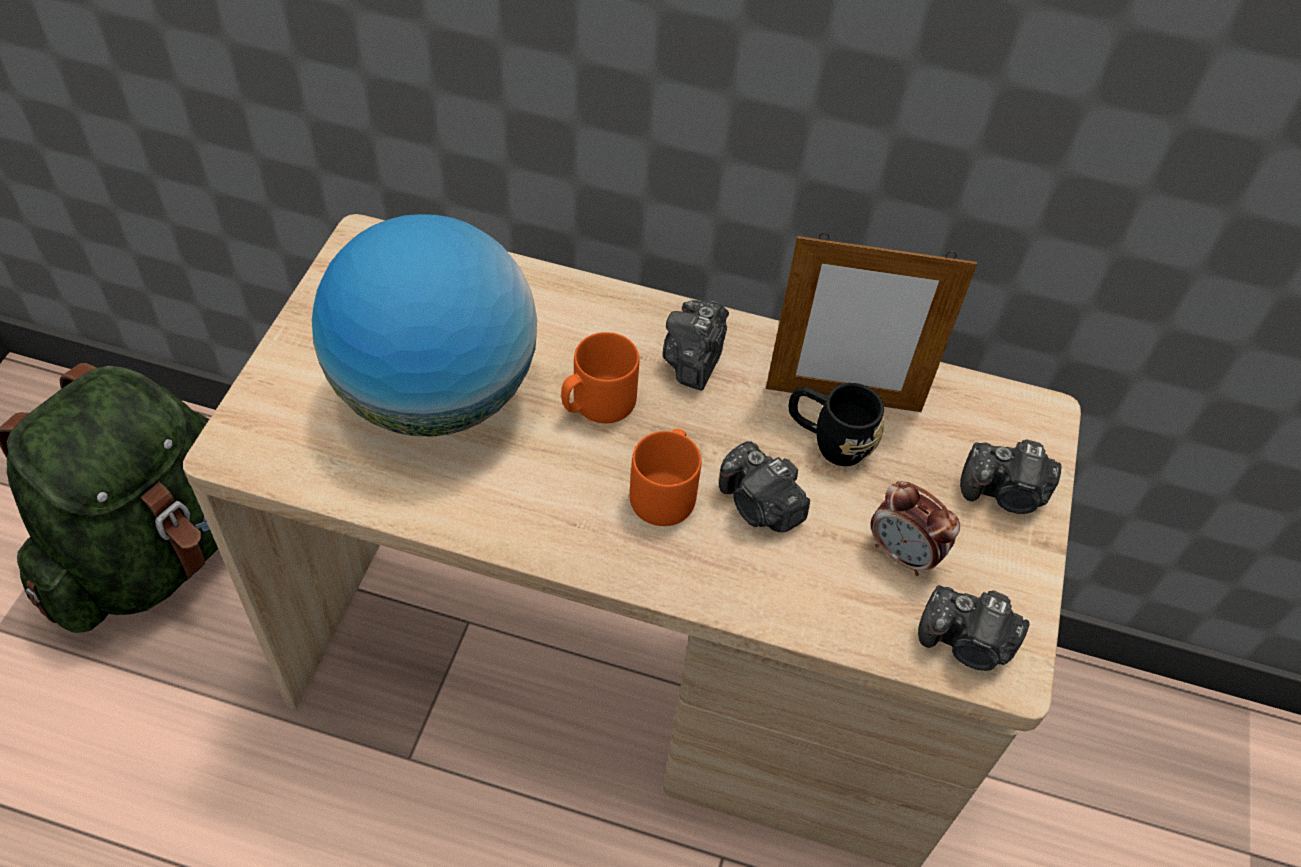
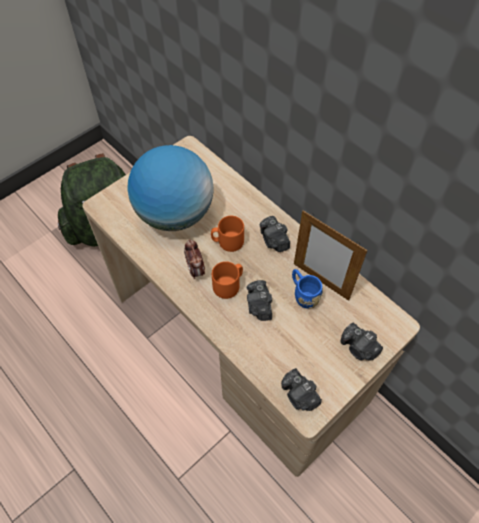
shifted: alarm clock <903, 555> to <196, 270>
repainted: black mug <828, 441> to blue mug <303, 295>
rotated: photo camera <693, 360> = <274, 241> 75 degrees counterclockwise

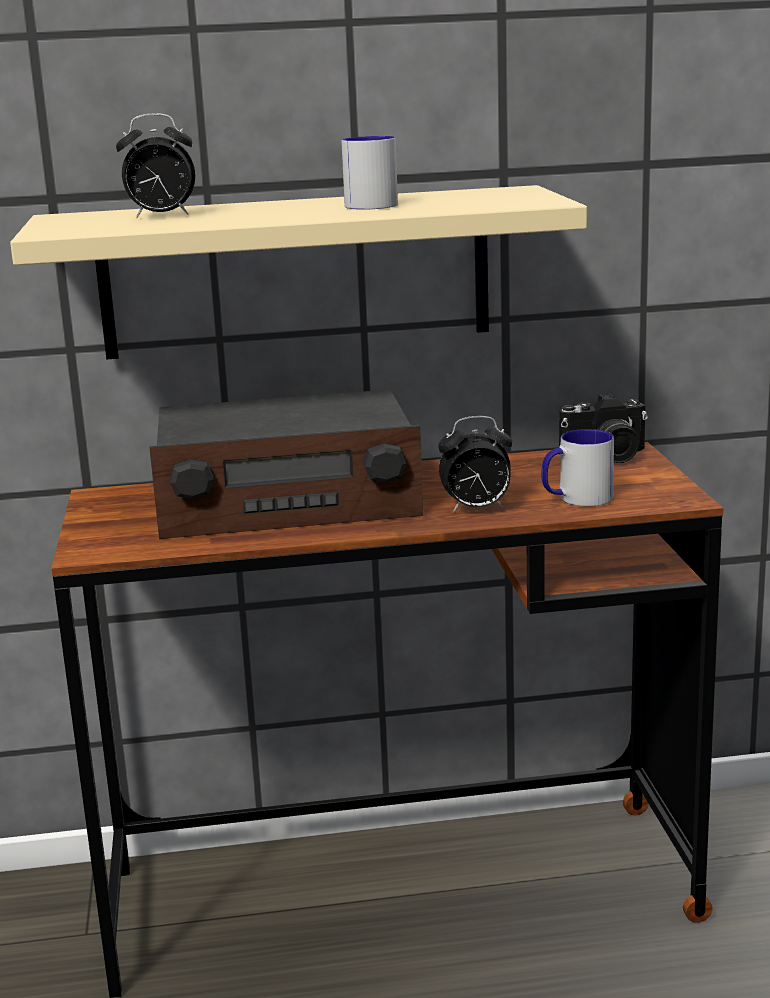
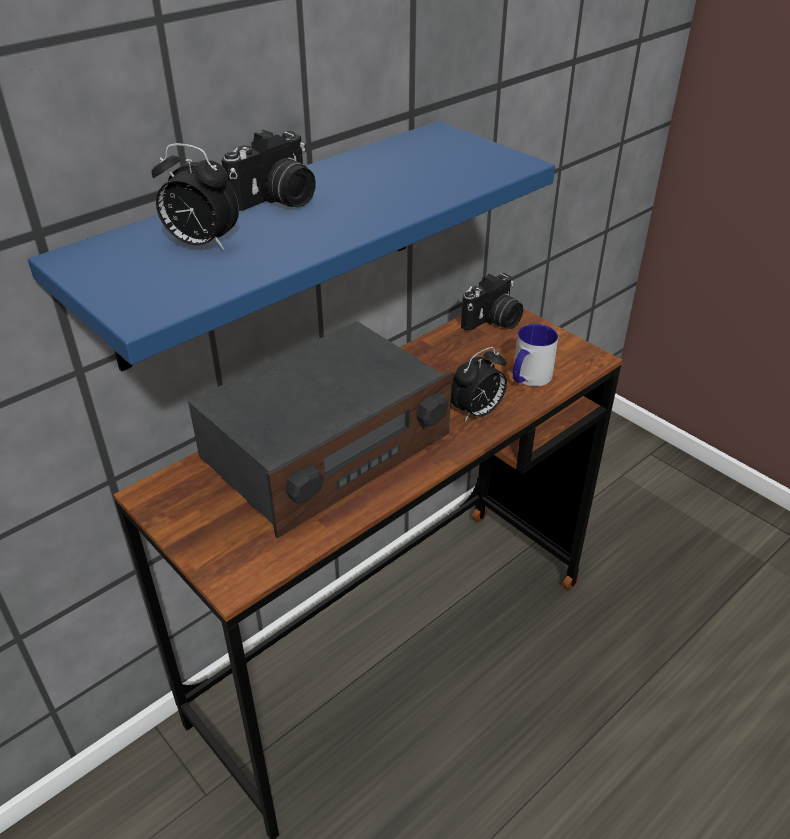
gone: mug <370, 204>
new: photo camera <277, 200>
repainted: beige shelf <295, 273> to blue shelf <270, 243>
rotated: alarm clock <161, 216> = <201, 244> 60 degrees clockwise

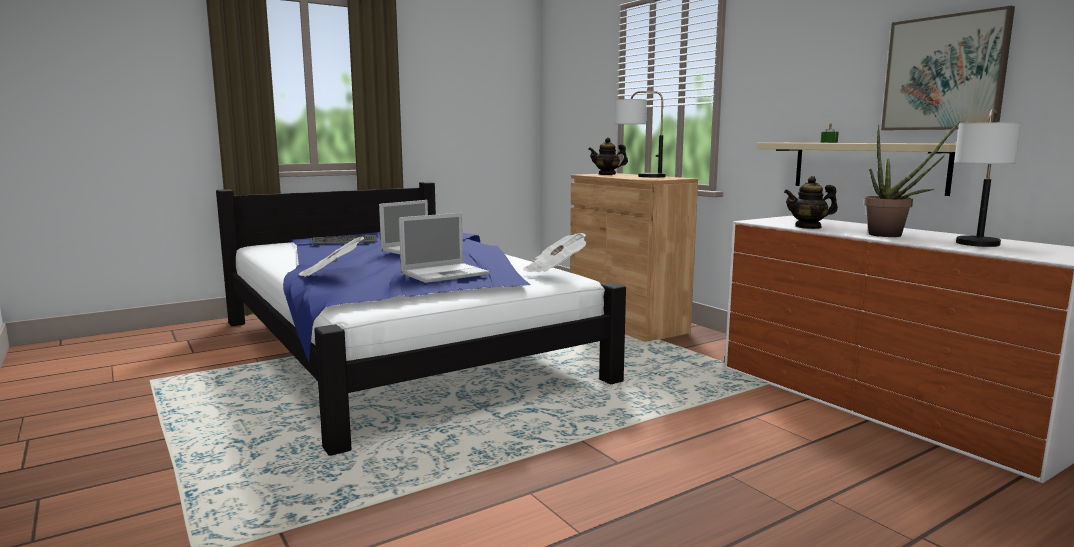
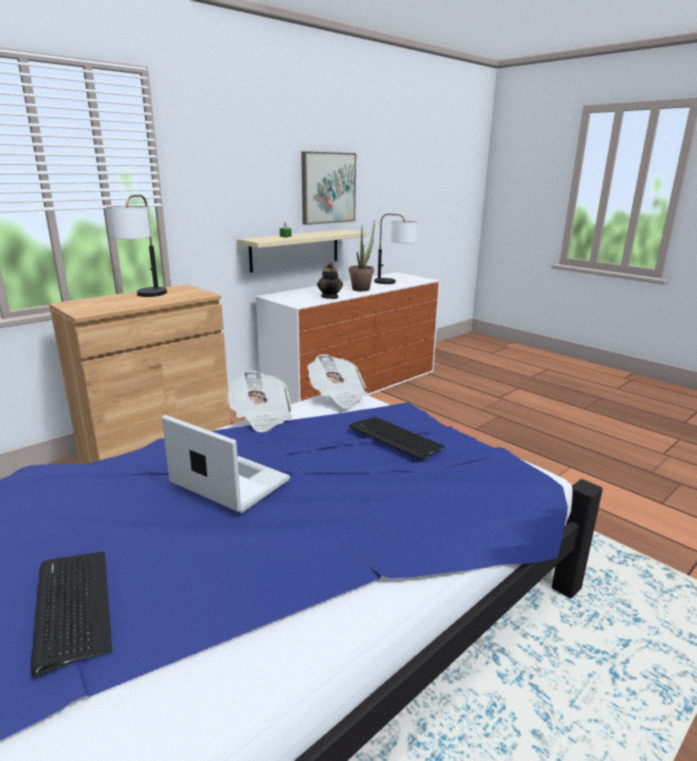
gone: teapot <607, 174>
shifted: newspaper <331, 274> to <260, 417>
swapped: laptop <446, 273> to keyboard <395, 438>

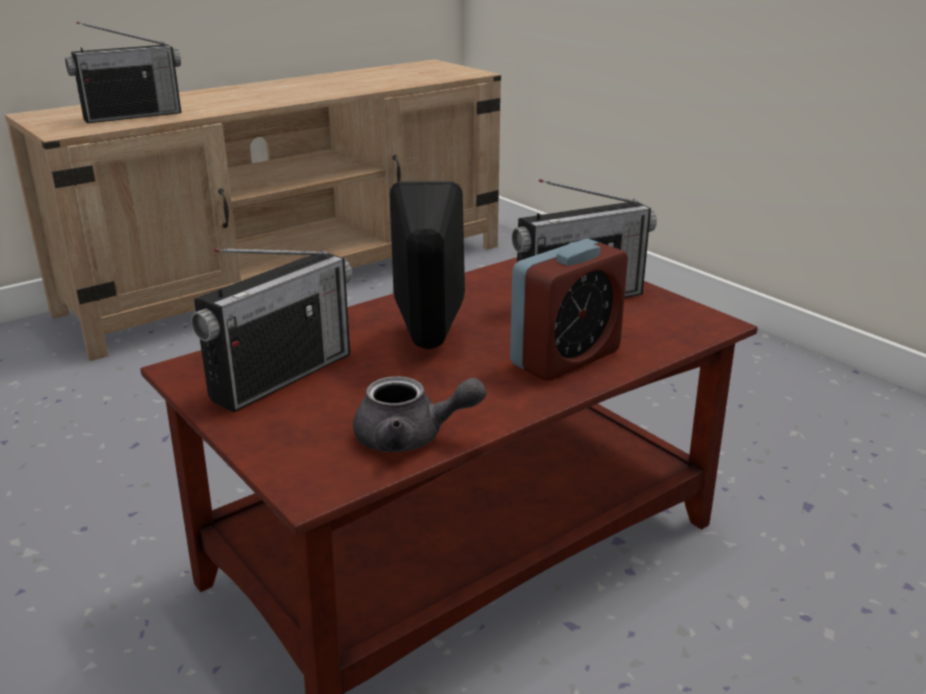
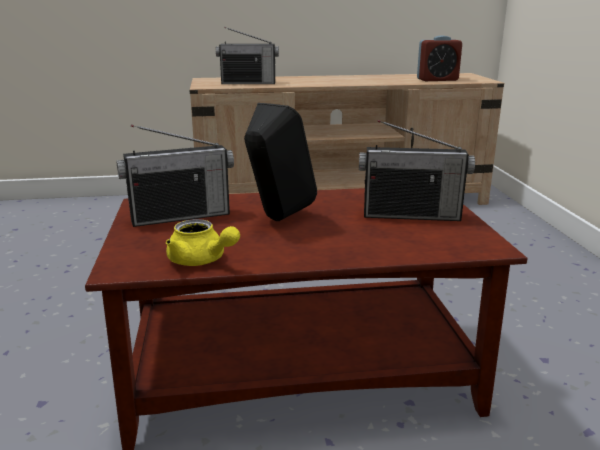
shifted: alarm clock <565, 358> to <437, 80>
repainted: grey teapot <411, 438> to yellow teapot <201, 261>

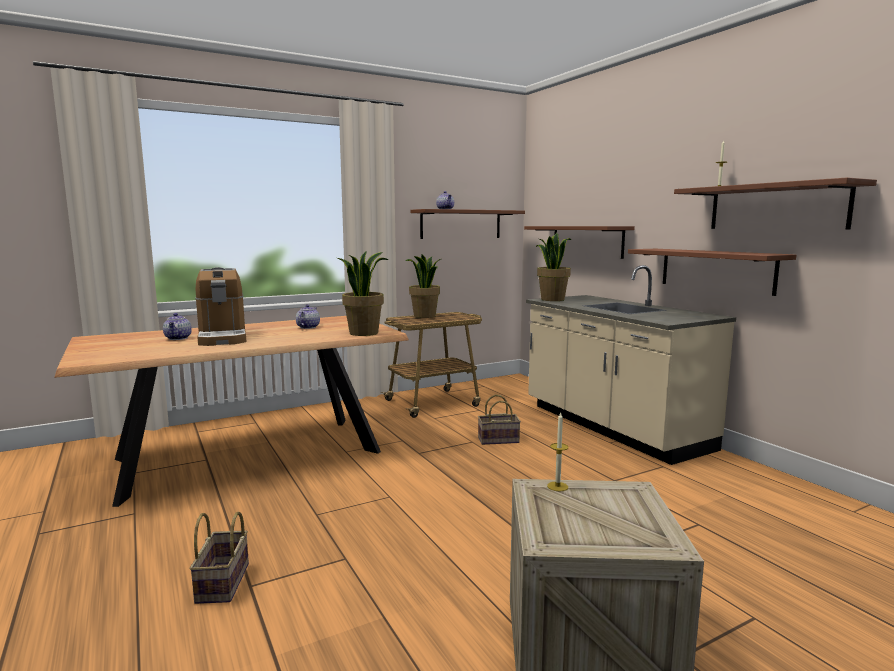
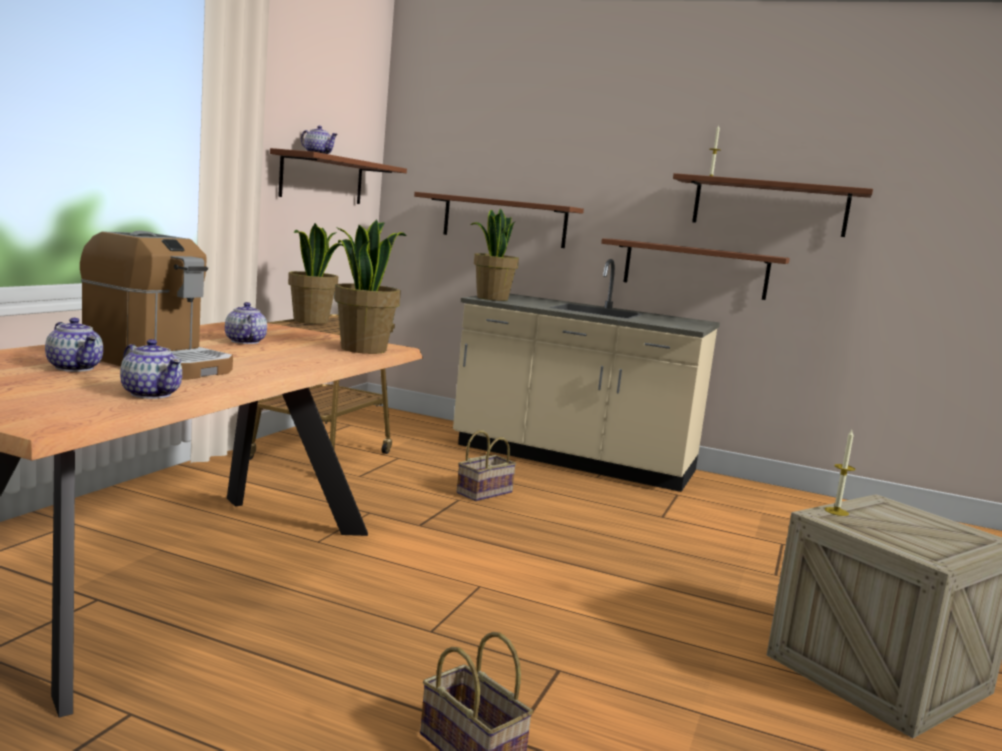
new: teapot <151, 394>

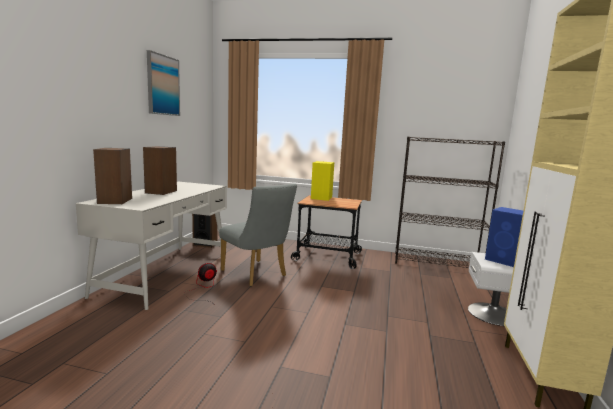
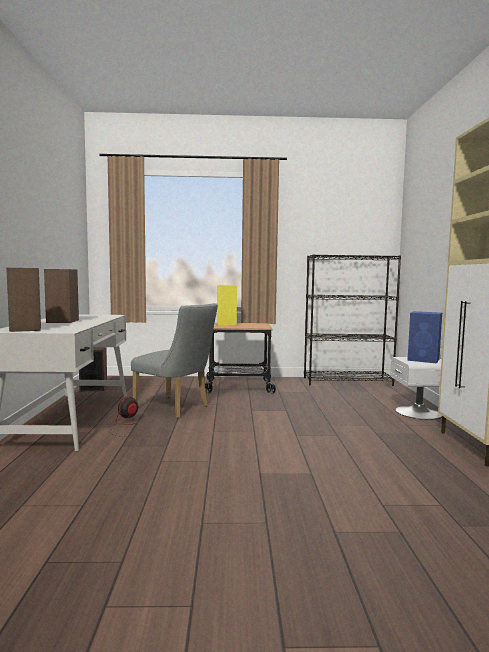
gone: picture <163, 85>

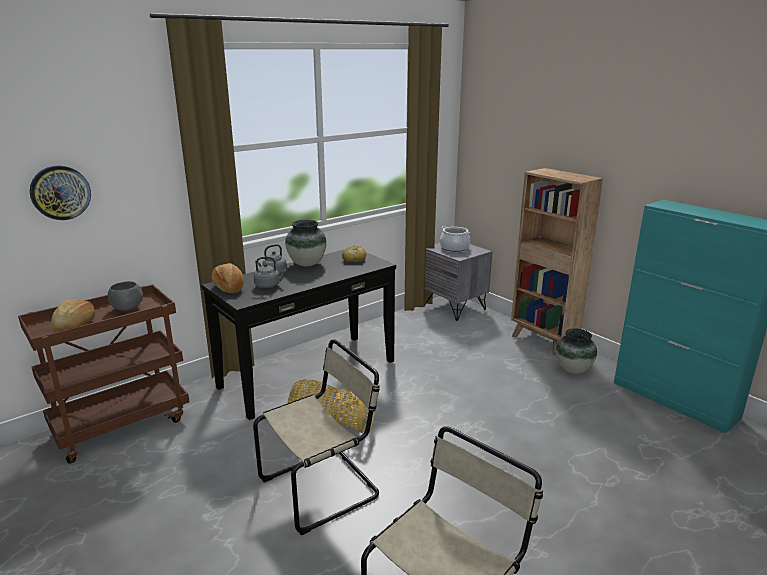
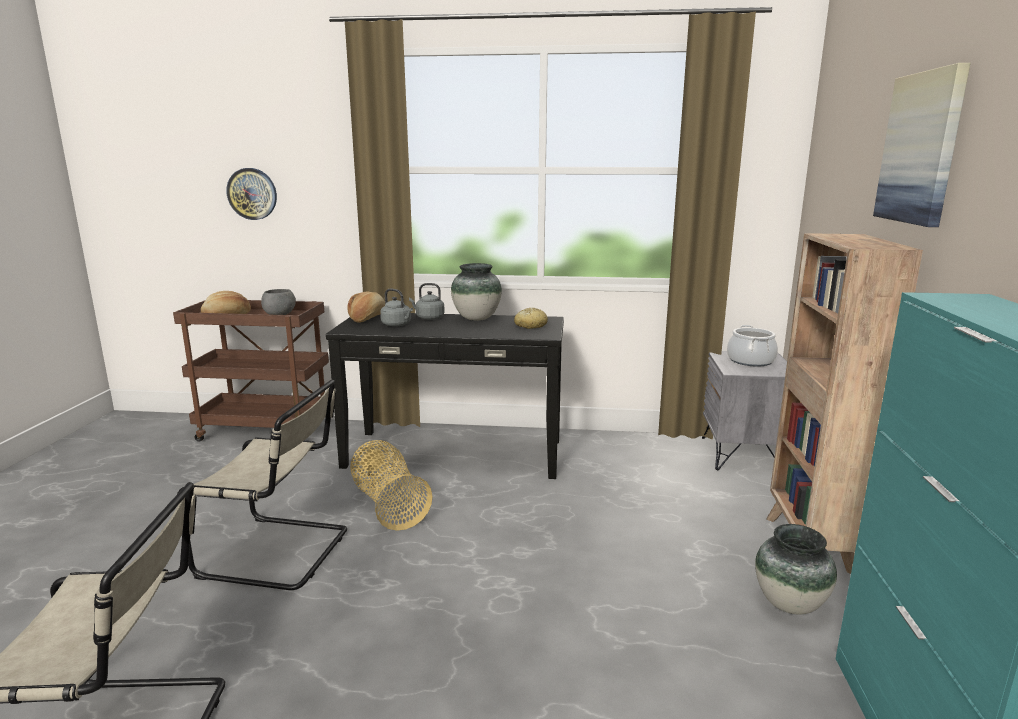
new: picture <921, 148>

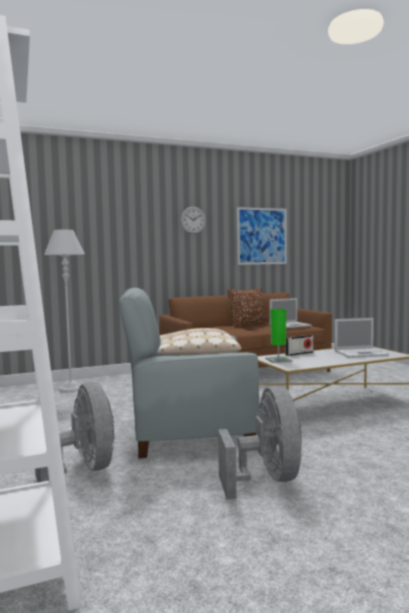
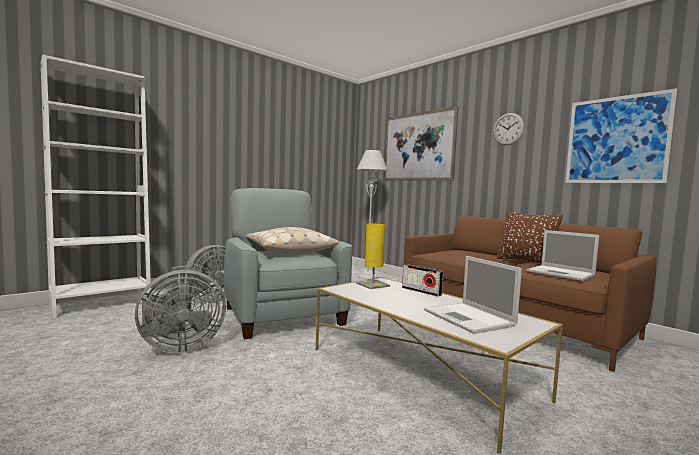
new: picture <417, 146>
repainted: green table lamp <278, 360> to yellow table lamp <373, 285>

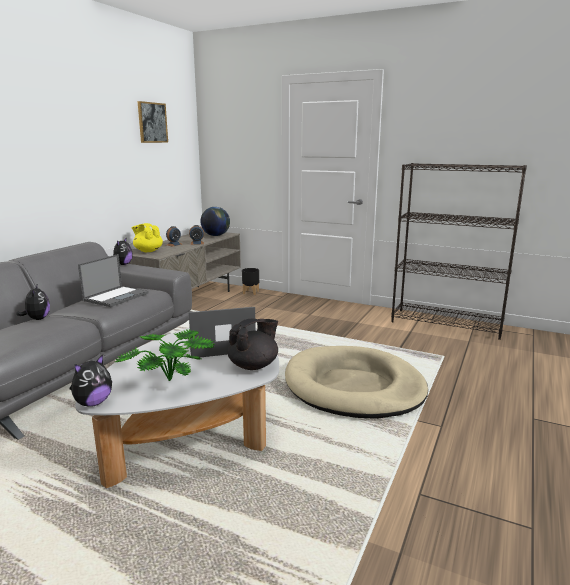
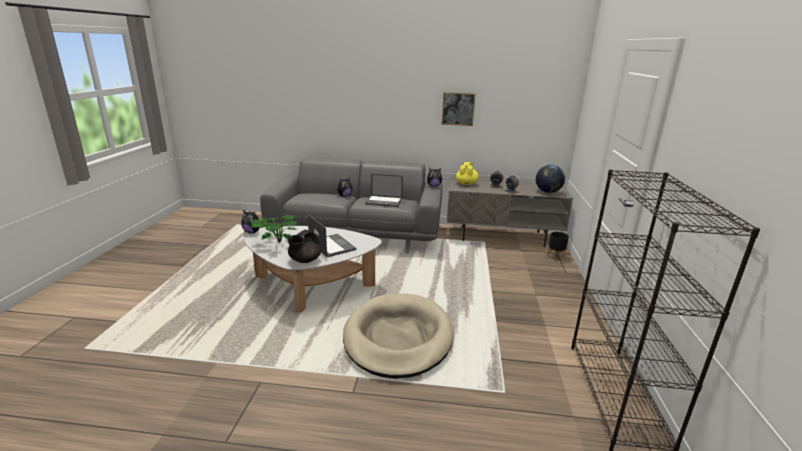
shifted: picture <152, 122> to <458, 109>
rotated: black teapot <254, 366> = <304, 260> 90 degrees clockwise

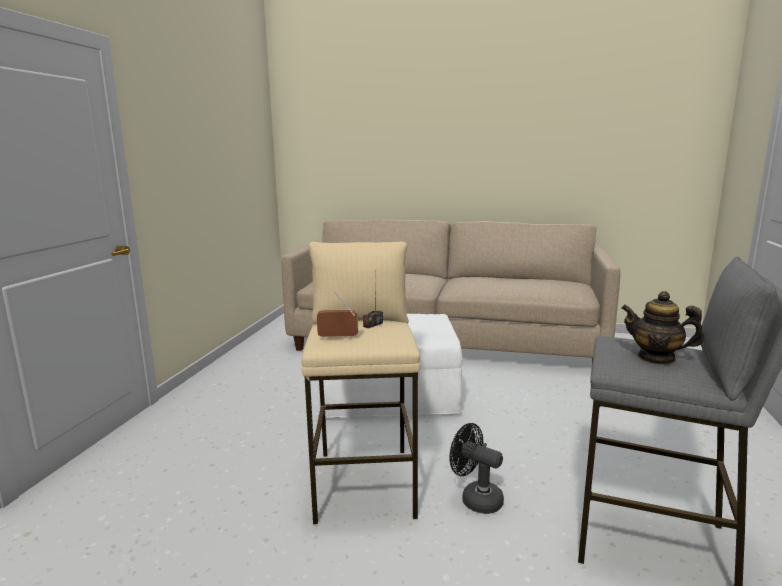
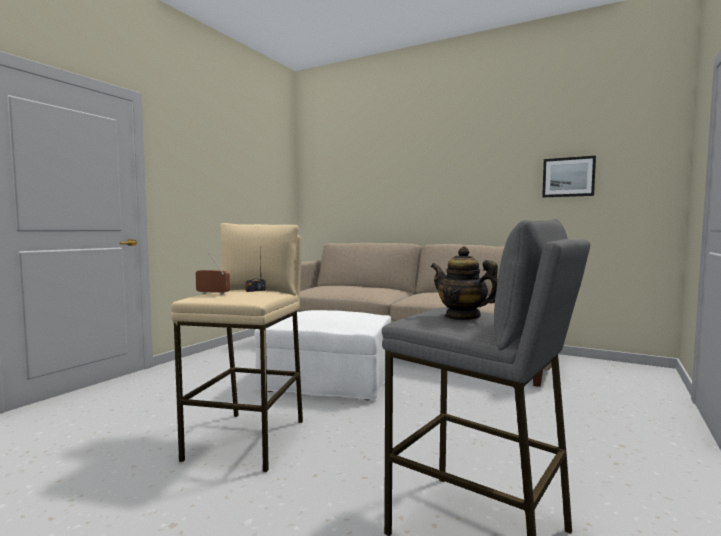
gone: black fan <475, 498>
new: picture <568, 177>

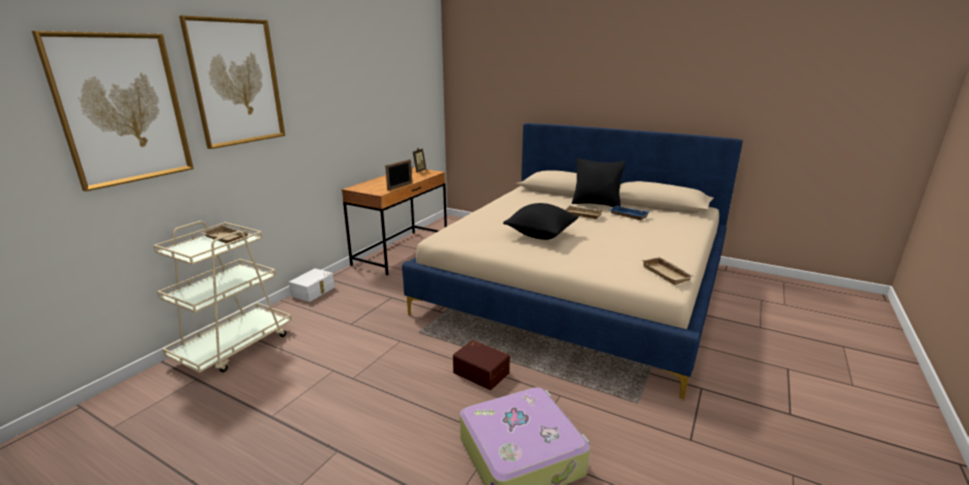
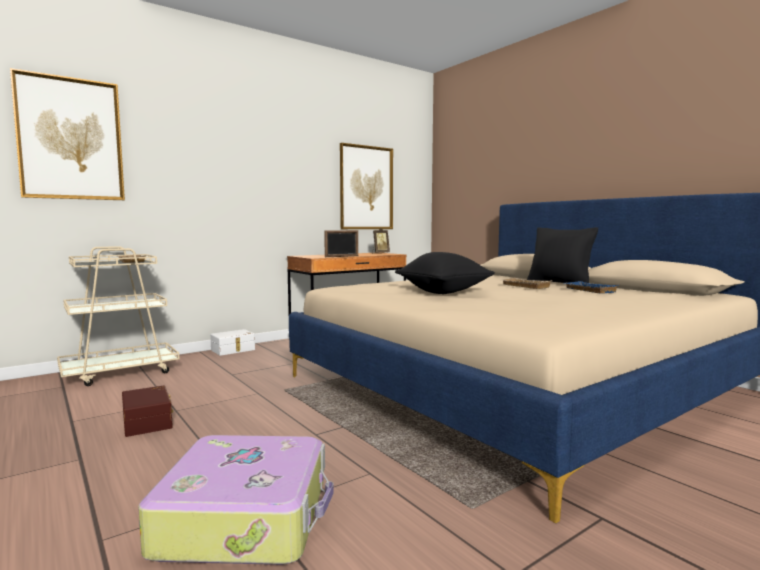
gone: beige tray <668, 274>
shifted: brown storage box <482, 372> to <149, 421>; picture <236, 82> to <366, 188>

